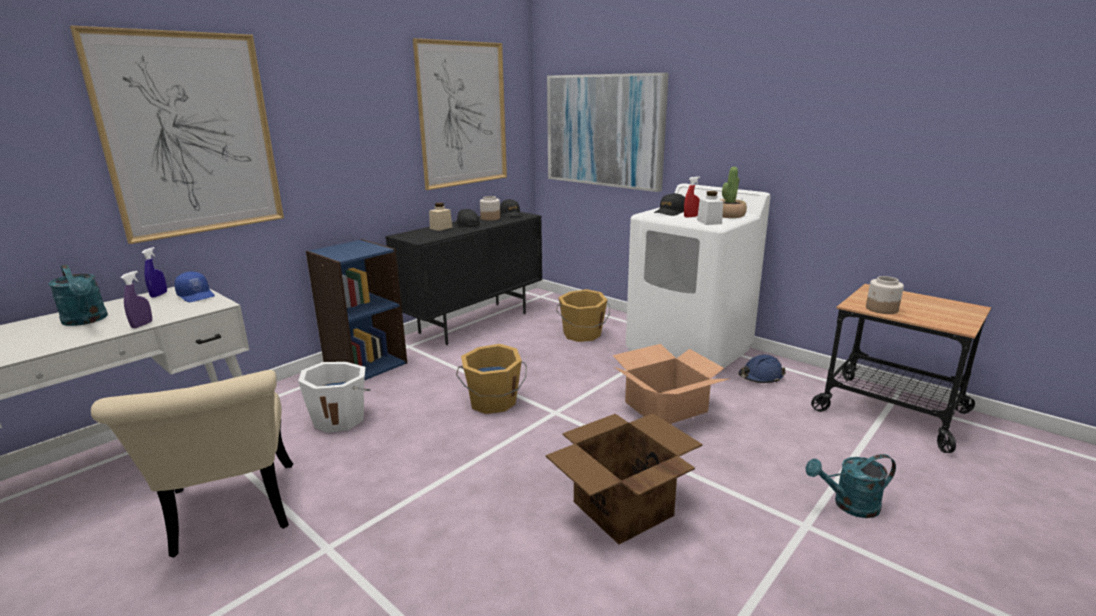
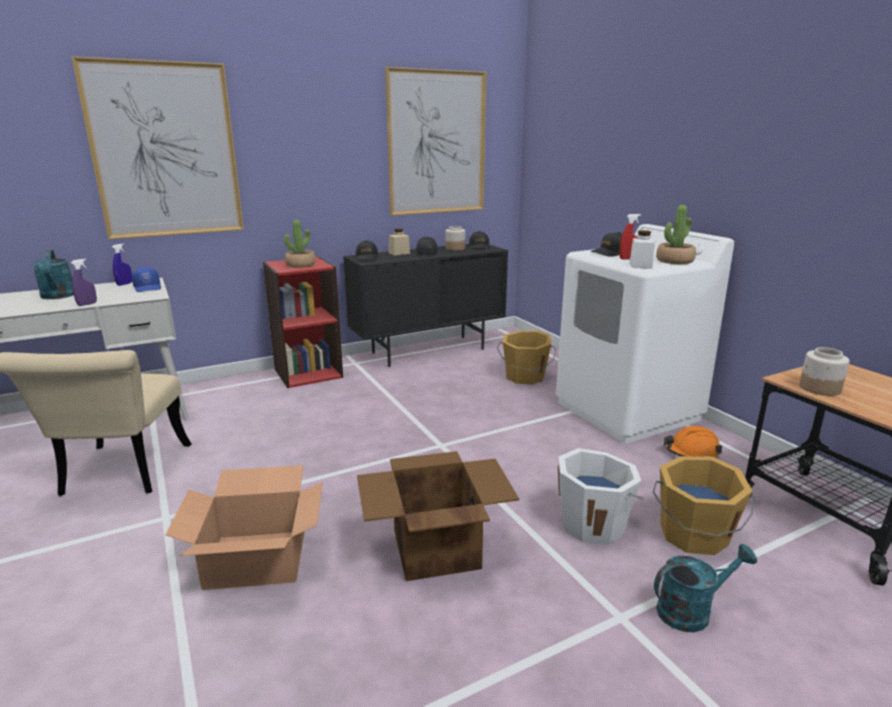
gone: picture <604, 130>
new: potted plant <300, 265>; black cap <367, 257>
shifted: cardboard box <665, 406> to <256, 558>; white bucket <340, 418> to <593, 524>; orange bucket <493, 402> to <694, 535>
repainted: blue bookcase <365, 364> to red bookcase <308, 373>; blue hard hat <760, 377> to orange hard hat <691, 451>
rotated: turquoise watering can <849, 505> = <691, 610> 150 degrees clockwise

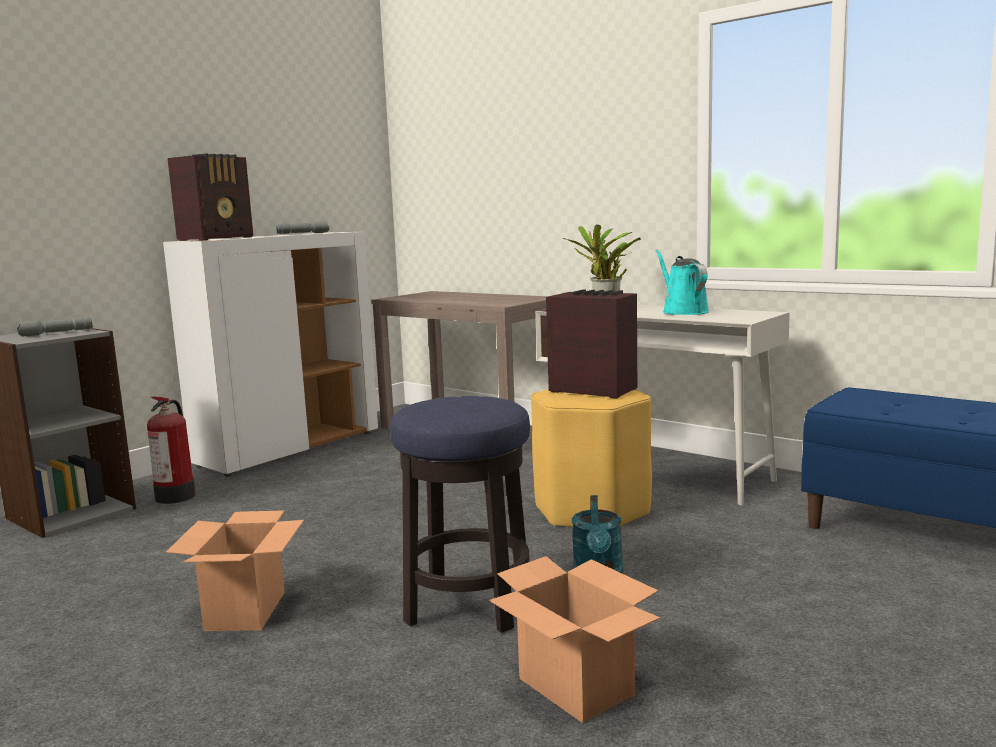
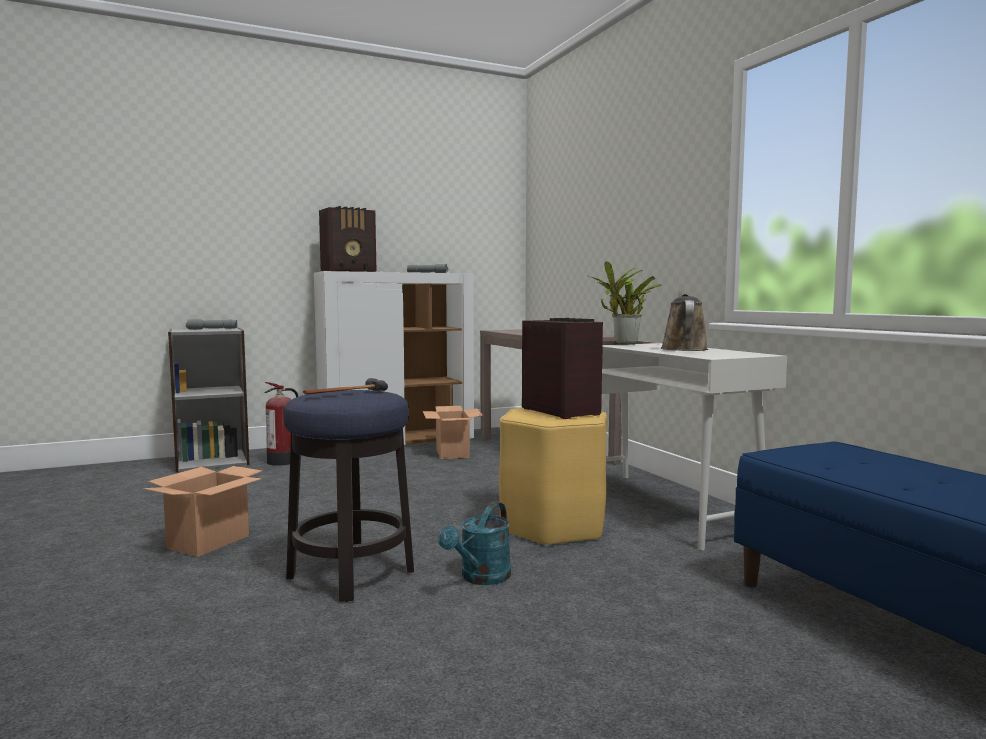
new: hammer <345, 394>
shifted: cardboard box <577, 687> to <453, 453>
repainted: turquoise watering can <682, 312> to brown watering can <683, 349>

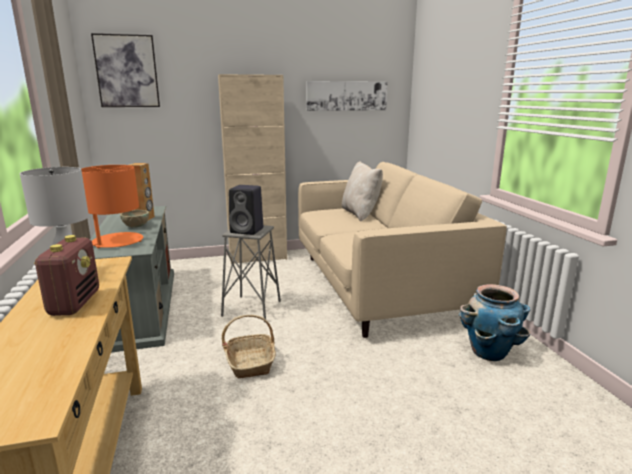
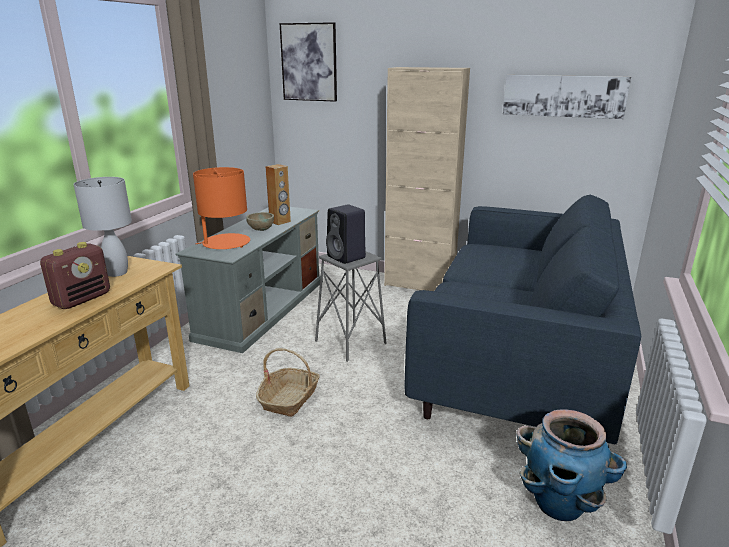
gone: beige pillow <360, 214>
repainted: beige sofa <377, 285> to blue sofa <516, 360>

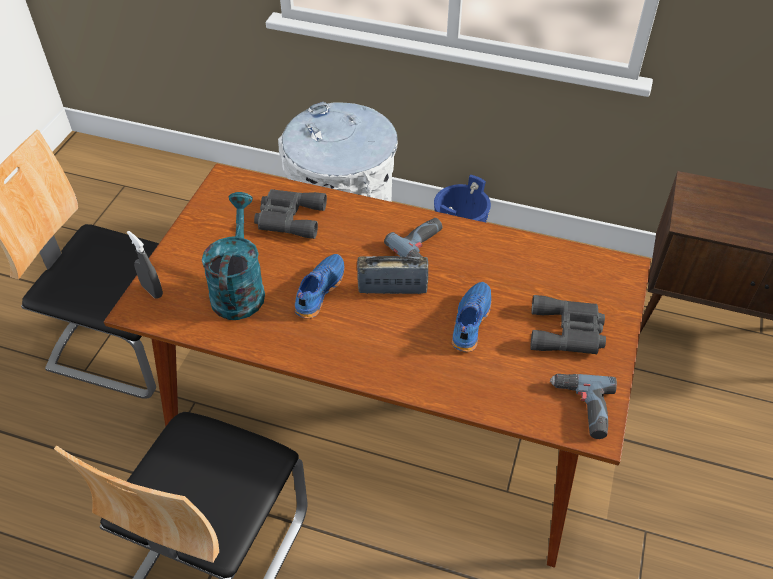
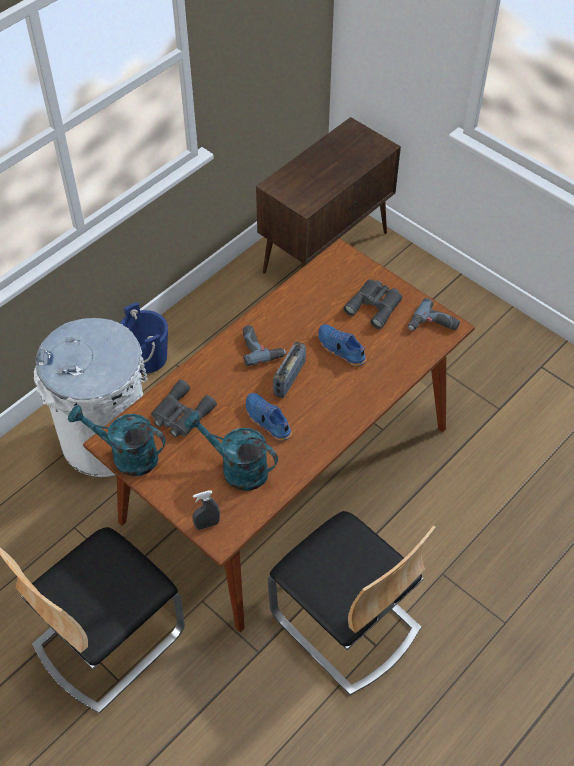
new: turquoise watering can <126, 455>

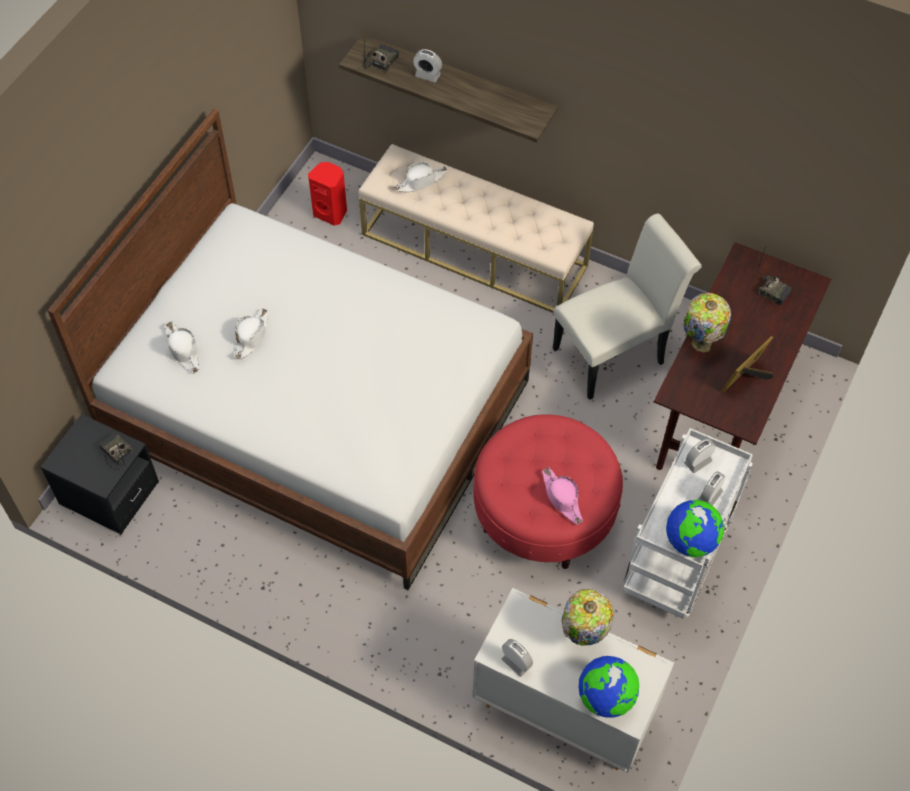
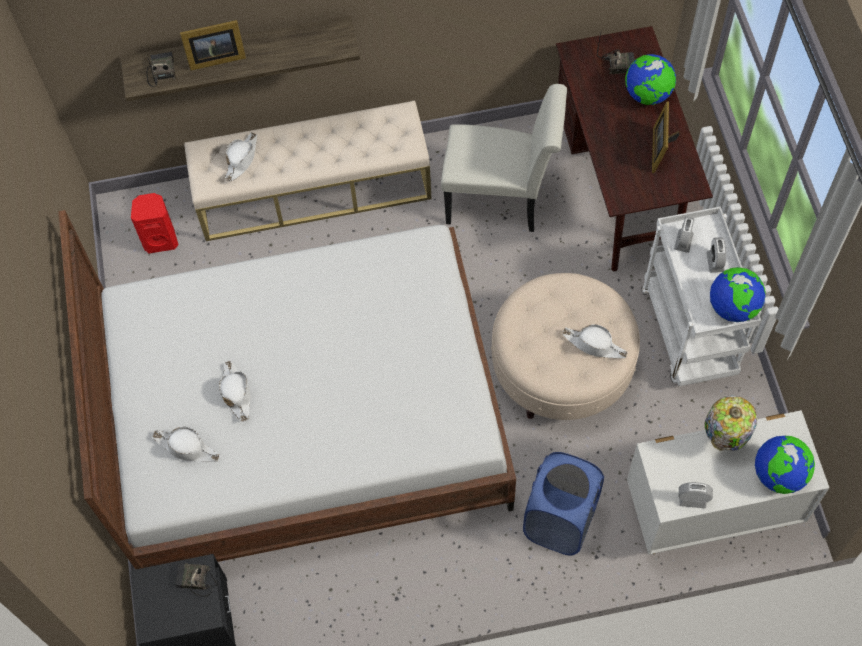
gone: table lamp <699, 344>
new: blue laundry basket <560, 521>; globe <647, 95>
swapped: alarm clock <427, 75> to picture frame <214, 58>
repainted: red ottoman <543, 513> to beige ottoman <561, 369>; pink hat <562, 498> to white hat <594, 345>
rotated: white chair <615, 353> = <501, 200> 75 degrees clockwise

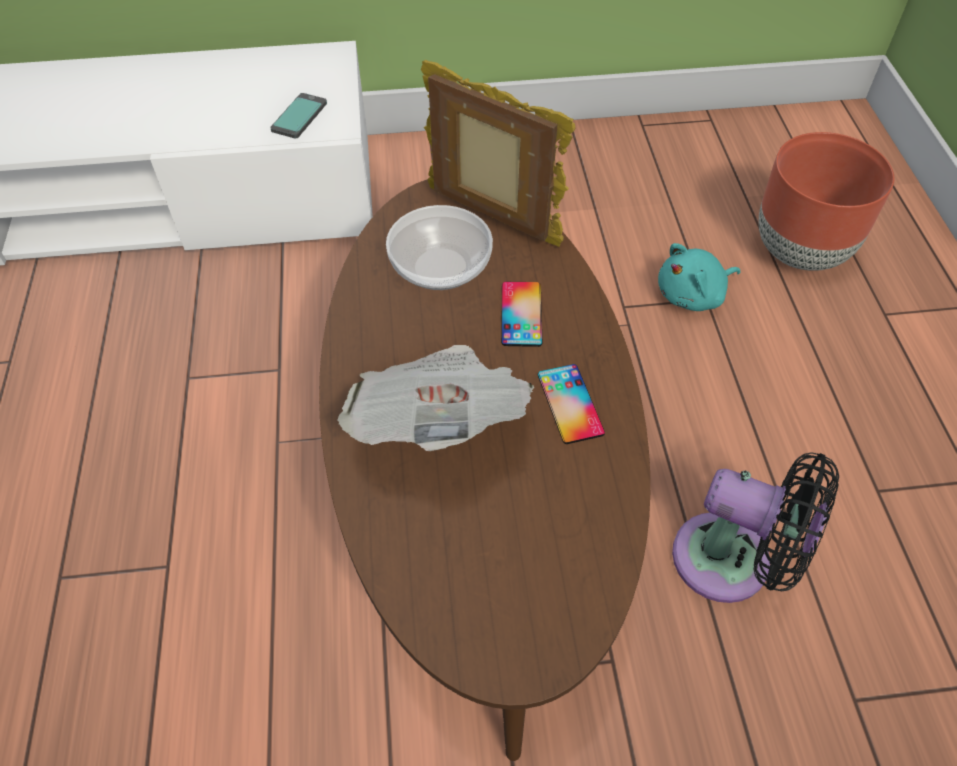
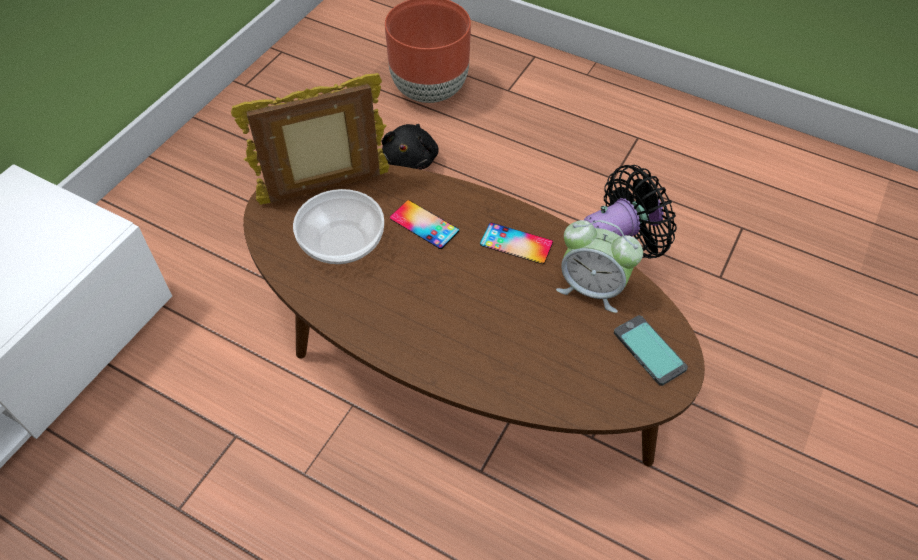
gone: newspaper <439, 422>
new: alarm clock <592, 288>
shifted: phone <299, 117> to <649, 351>
repainted: turquoise plush toy <693, 295> to black plush toy <411, 160>

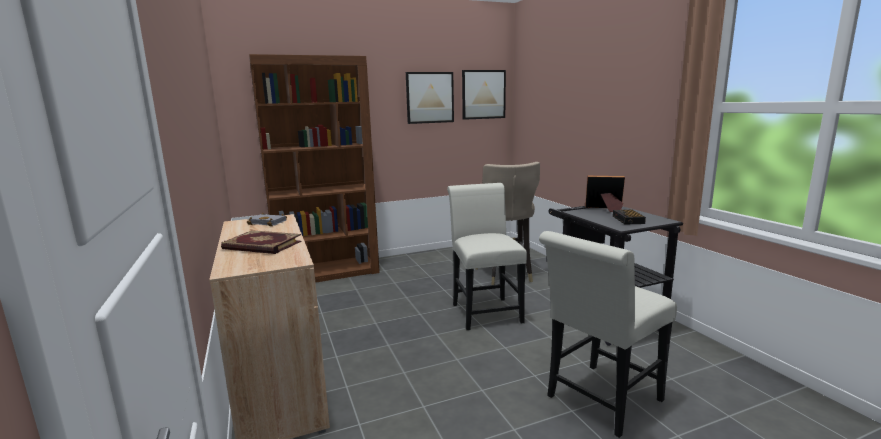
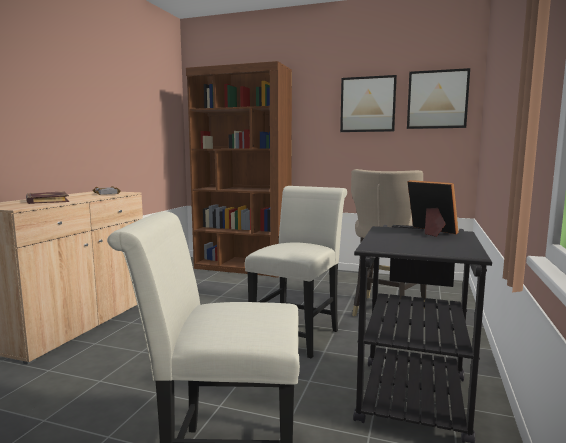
gone: alarm clock <628, 220>

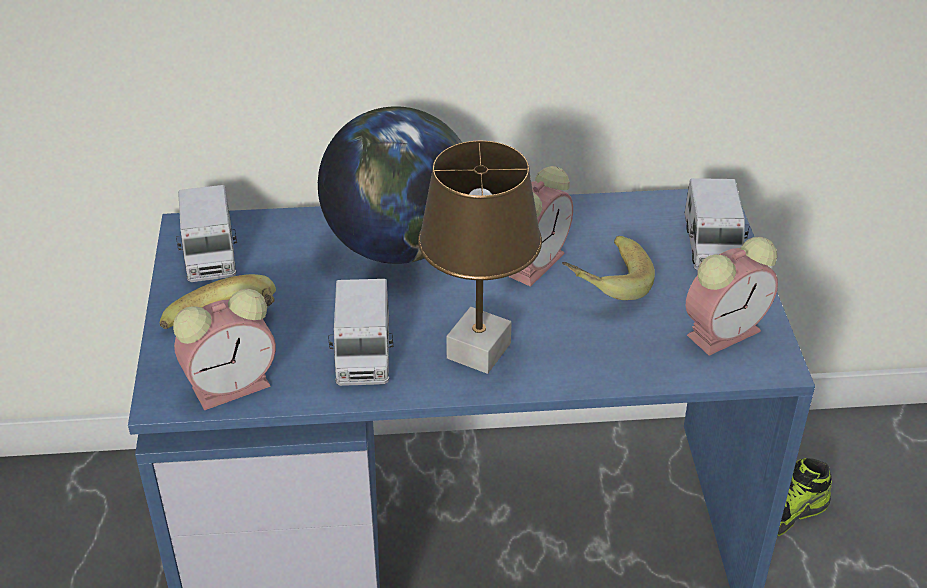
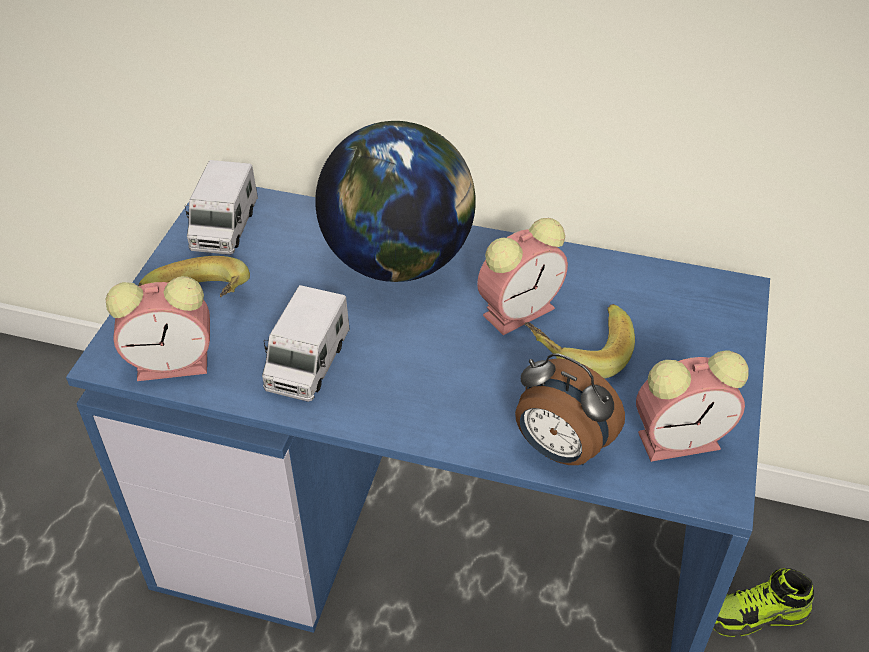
gone: brown table lamp <479, 351>; toy truck <711, 245>
new: alarm clock <560, 449>

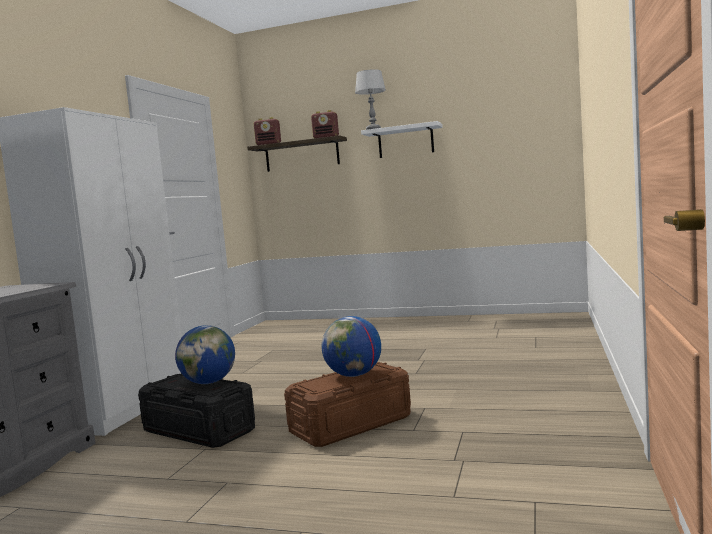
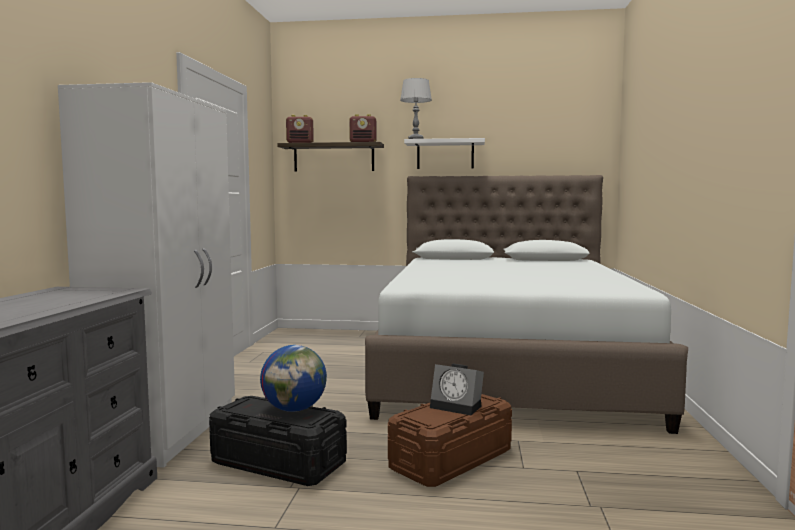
new: white bed <507, 369>
swapped: globe <354, 375> to alarm clock <458, 406>

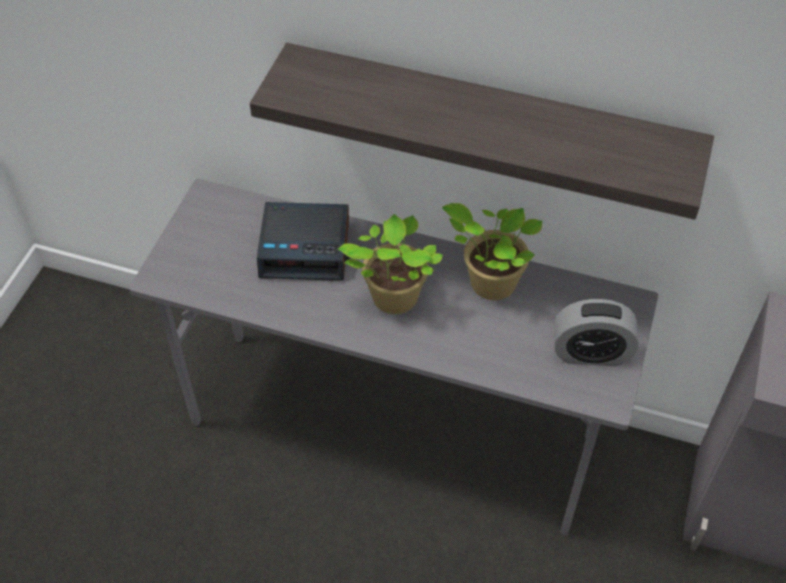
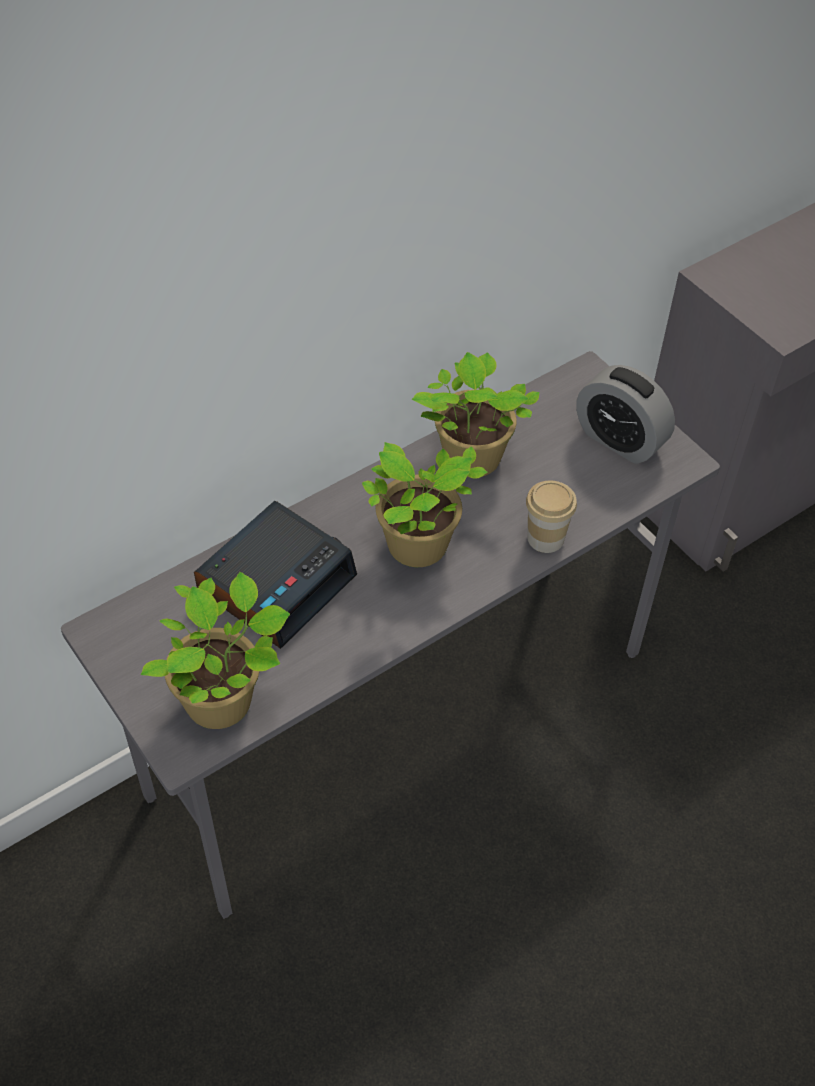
gone: shelf <488, 122>
new: potted plant <224, 701>; cup <545, 538>
rotated: alarm clock <591, 353> = <619, 439> 90 degrees clockwise

